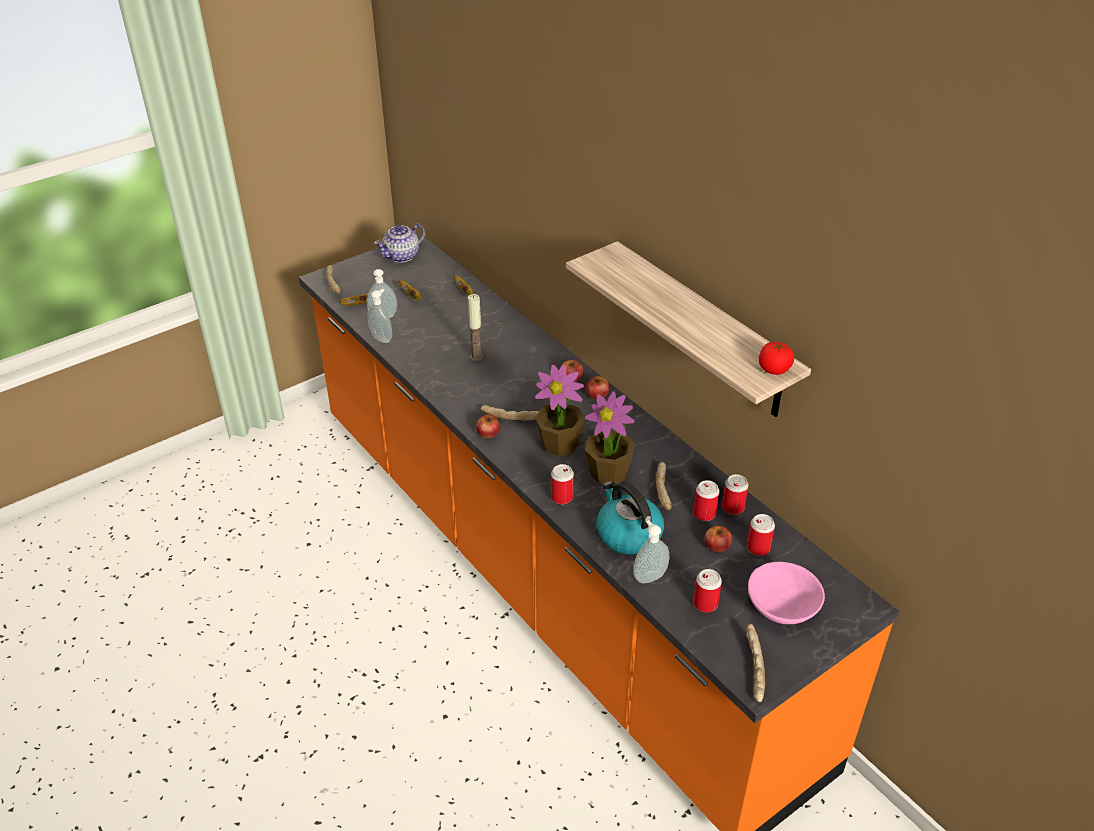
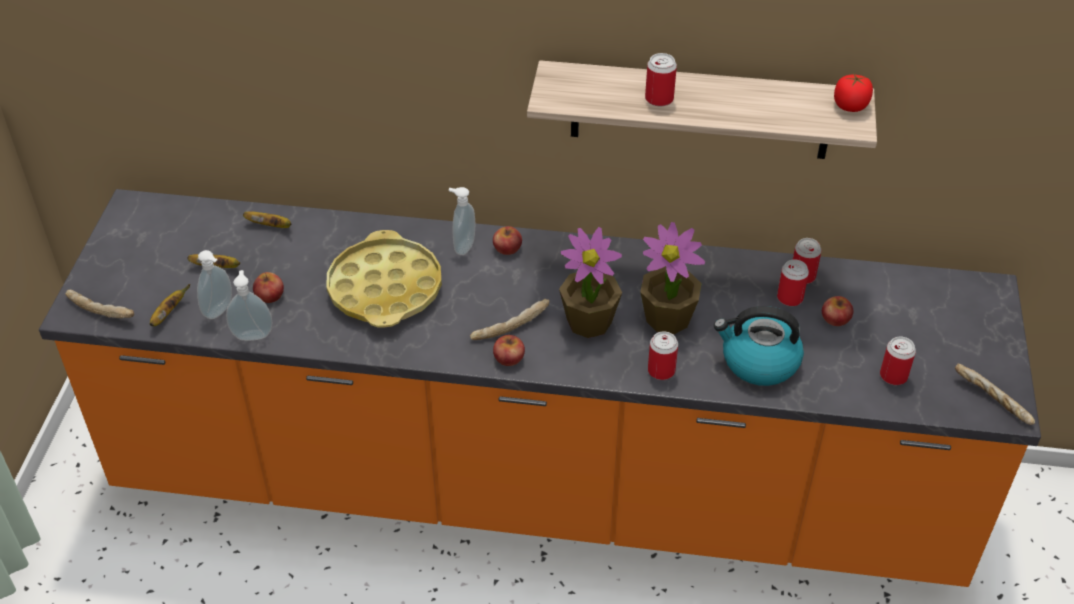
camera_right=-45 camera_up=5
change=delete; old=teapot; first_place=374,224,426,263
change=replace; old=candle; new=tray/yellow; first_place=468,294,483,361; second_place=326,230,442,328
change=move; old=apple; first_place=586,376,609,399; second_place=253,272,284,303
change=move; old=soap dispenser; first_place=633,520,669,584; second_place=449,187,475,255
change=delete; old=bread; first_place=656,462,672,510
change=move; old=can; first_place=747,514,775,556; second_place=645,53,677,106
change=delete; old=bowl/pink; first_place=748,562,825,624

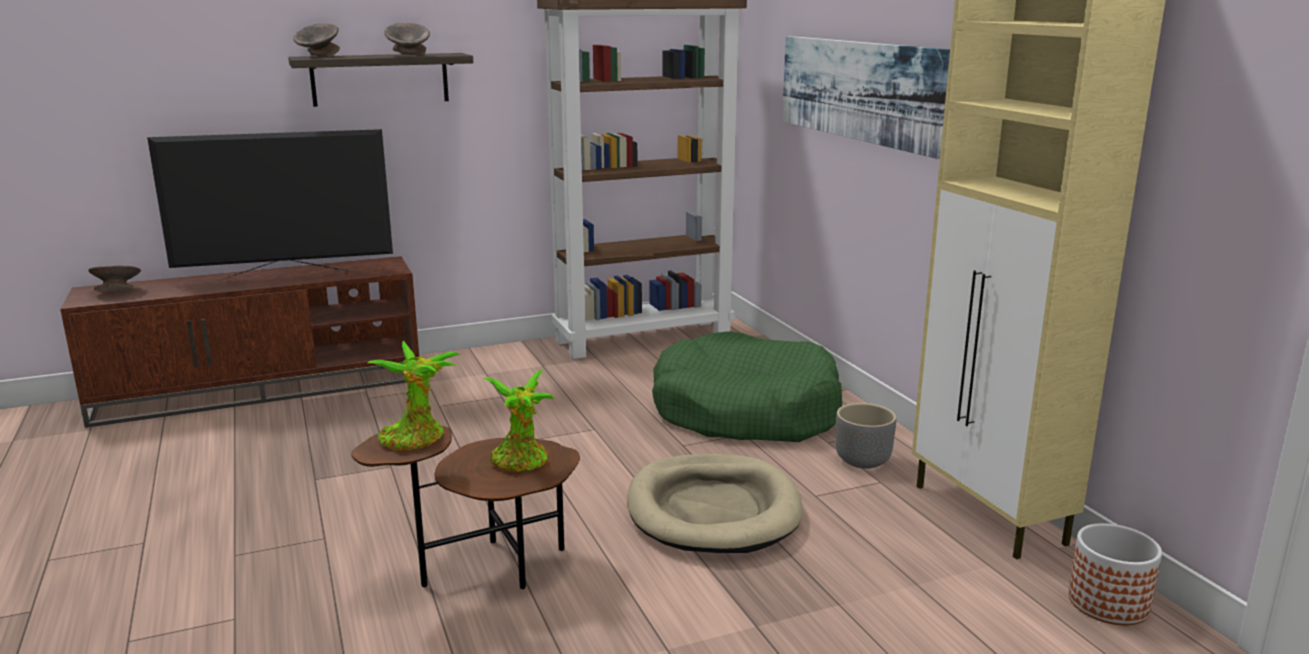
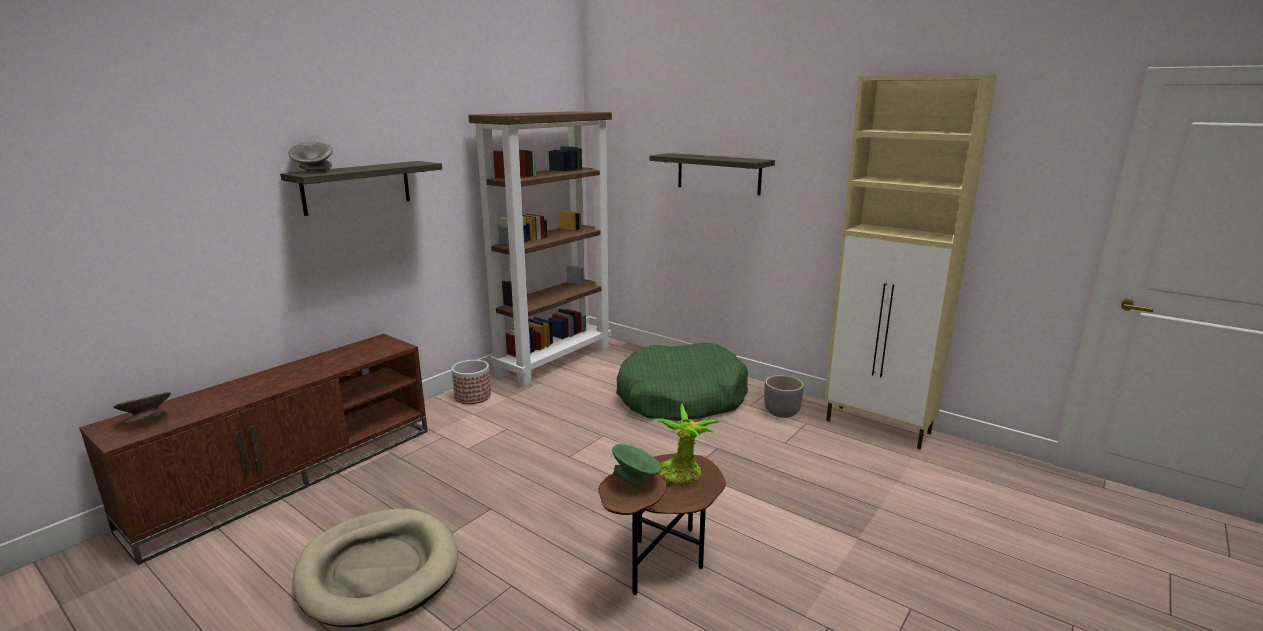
camera_right=-30 camera_up=0
change=delete; old=television; first_place=147,129,393,281
change=replace; old=potted plant; new=bowl/green; first_place=368,341,461,450; second_place=612,444,662,488
change=delete; old=bowl/grey; first_place=384,23,430,55
change=move; old=dog bed/beige; first_place=627,454,803,553; second_place=292,509,458,627
change=replace; old=picture; new=shelf; first_place=782,36,950,159; second_place=650,153,775,195
change=move; old=planter; first_place=1068,523,1162,625; second_place=452,360,491,404

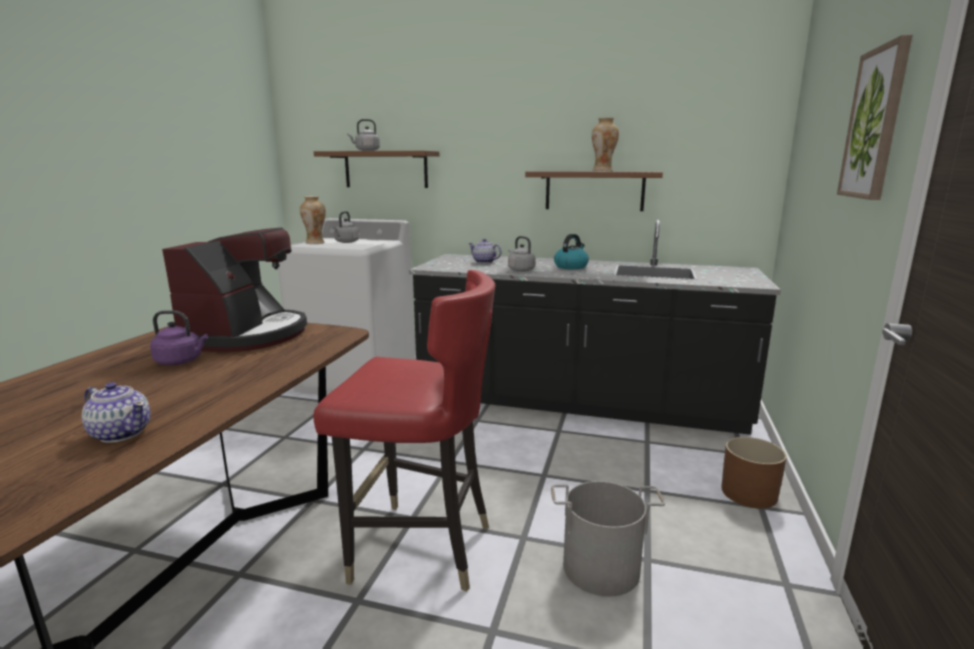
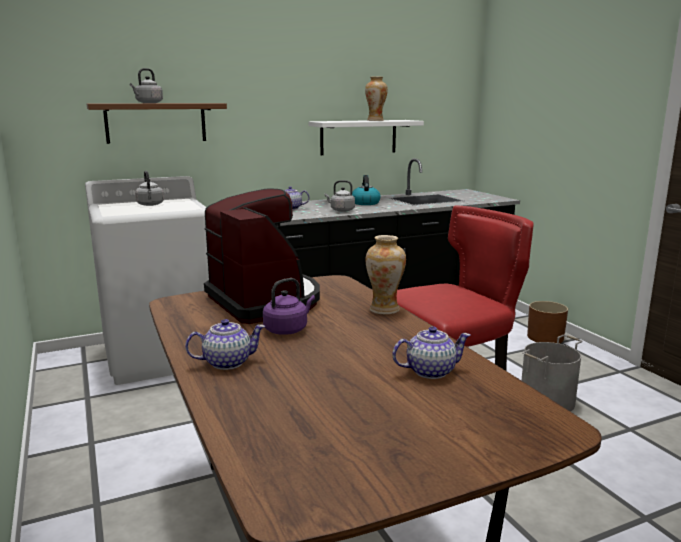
camera_right=-40 camera_up=0
change=move; old=vase; first_place=300,196,326,244; second_place=366,235,406,314
change=recolor; old=shelf/brown; new=shelf/white; first_place=525,171,663,211; second_place=309,120,424,155
change=delete; old=picture; first_place=837,35,912,200
change=insert; new=teapot; second_place=185,319,266,370

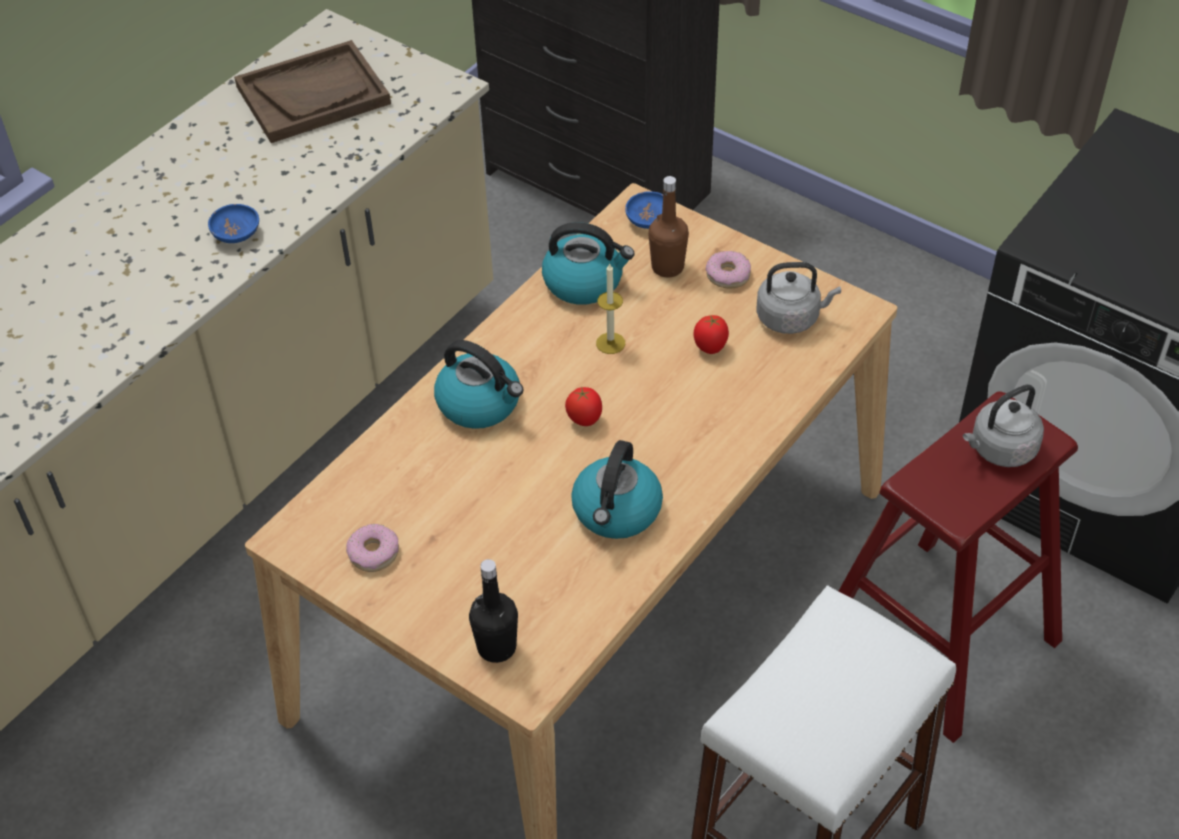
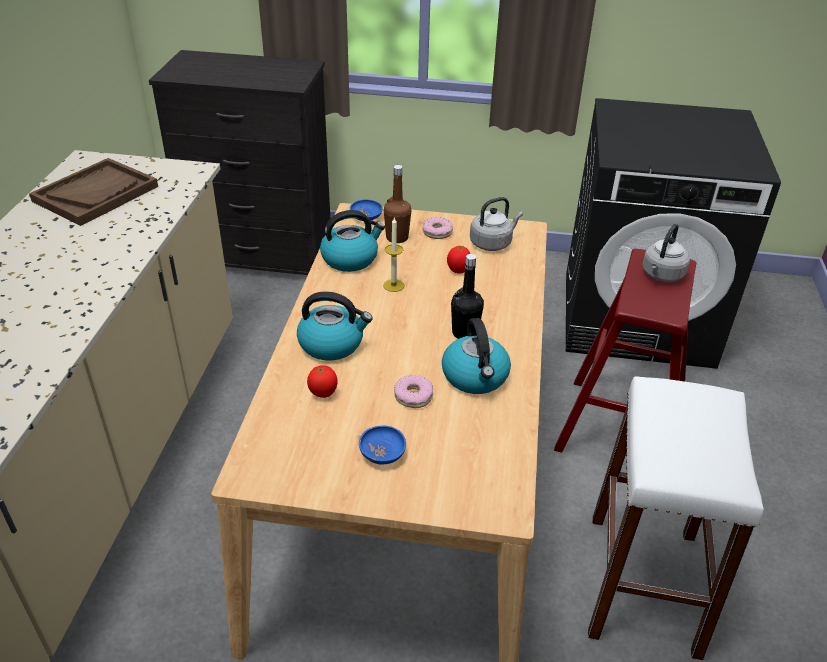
camera_right=-30 camera_up=-10
change=move; old=bowl/blue; first_place=208,204,259,243; second_place=359,426,406,464
change=move; old=donut; first_place=346,524,399,572; second_place=394,375,433,408
change=move; old=bottle/black; first_place=469,559,518,663; second_place=451,254,484,339
change=move; old=tomato; first_place=565,387,602,426; second_place=307,365,337,398

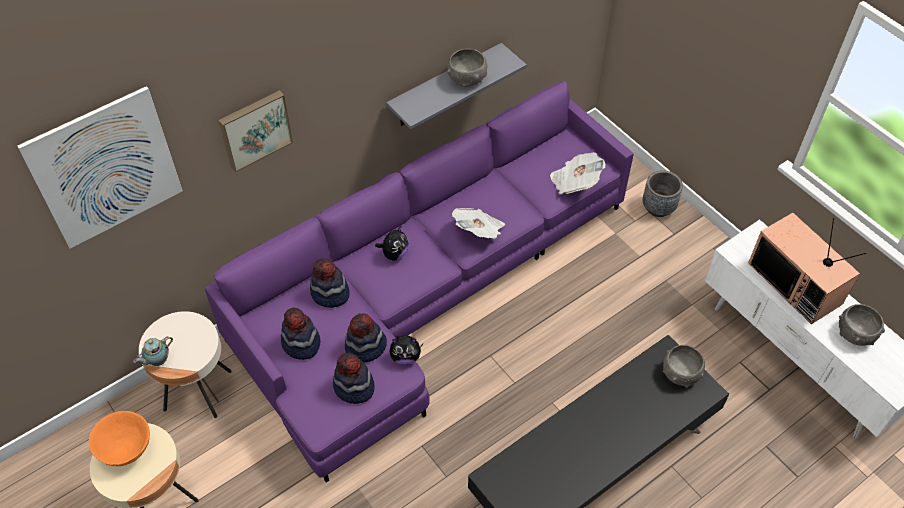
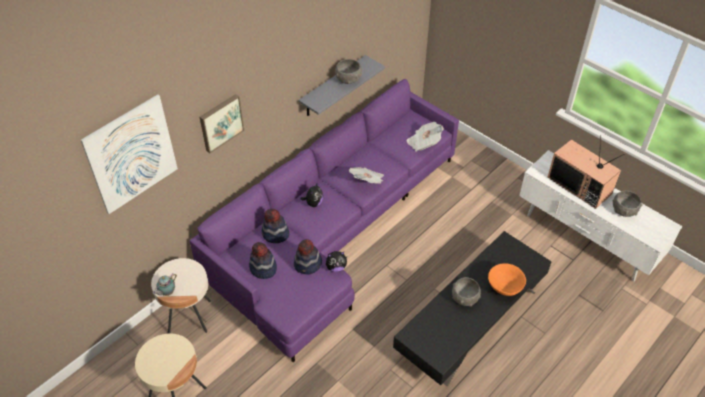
camera_right=-10 camera_up=-5
change=move; old=bowl/orange; first_place=89,411,150,466; second_place=488,263,526,296
change=delete; old=hat; first_place=333,353,375,404
change=delete; old=planter/grey; first_place=642,170,683,217
change=move; old=bowl/grey; first_place=663,345,705,388; second_place=452,277,481,307

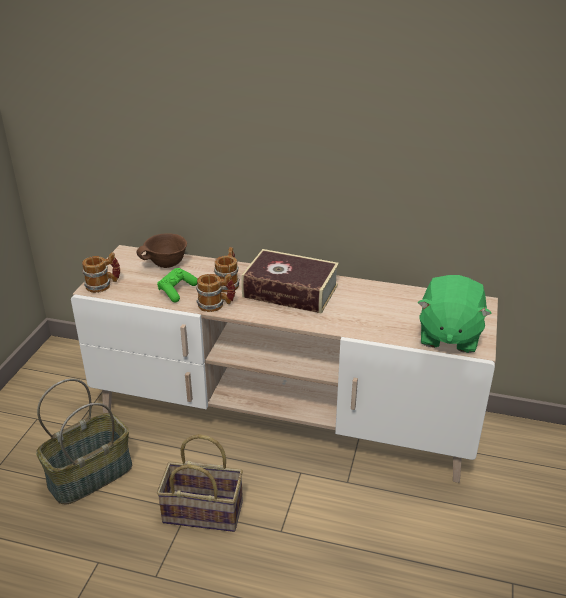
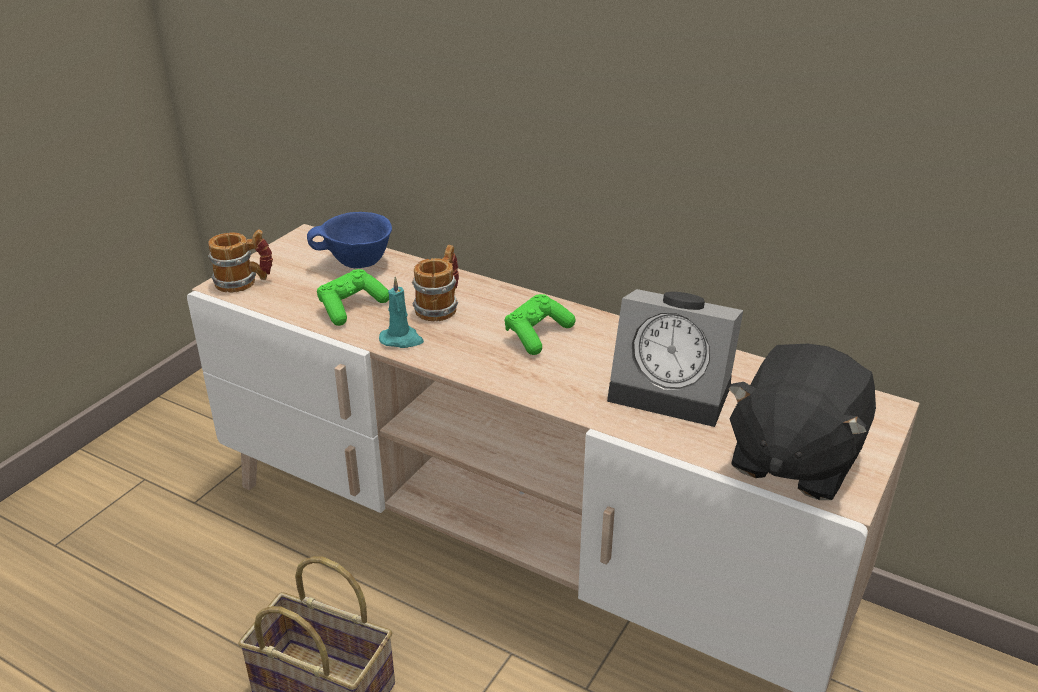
camera_right=15 camera_up=0
change=delete; old=basket; first_place=36,379,132,505
change=recolor; old=bowl/brown; new=bowl/blue; first_place=137,233,187,268; second_place=307,212,392,268
change=replace; old=mug; new=candle/turquoise; first_place=196,274,236,312; second_place=379,276,424,348
change=replace; old=book; new=game controller/green; first_place=241,249,339,314; second_place=504,294,575,355
change=recolor; old=plush toy/green; new=plush toy/black; first_place=418,275,492,353; second_place=727,343,876,500
change=insert; new=alarm clock; second_place=607,289,743,427

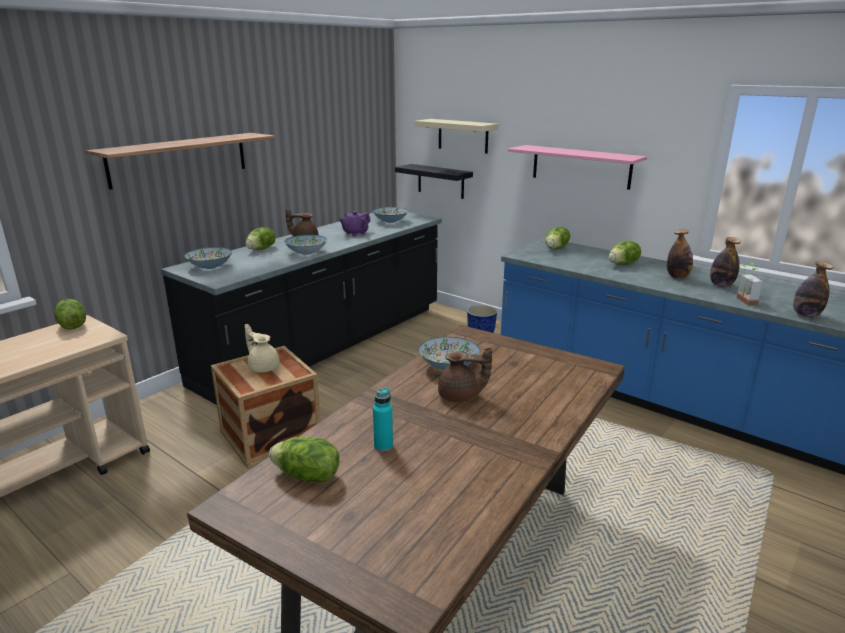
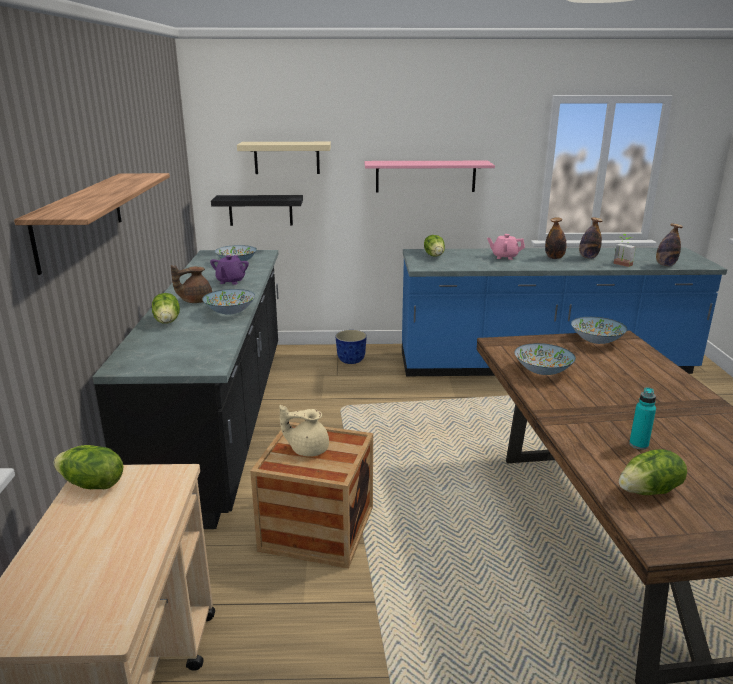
camera_right=-40 camera_up=0
change=move; old=bowl; first_place=185,247,232,269; second_place=571,317,627,344
change=delete; old=teapot/brown; first_place=438,347,492,403
change=replace; old=lettuce; new=teapot/pink; first_place=609,241,641,265; second_place=487,234,525,260

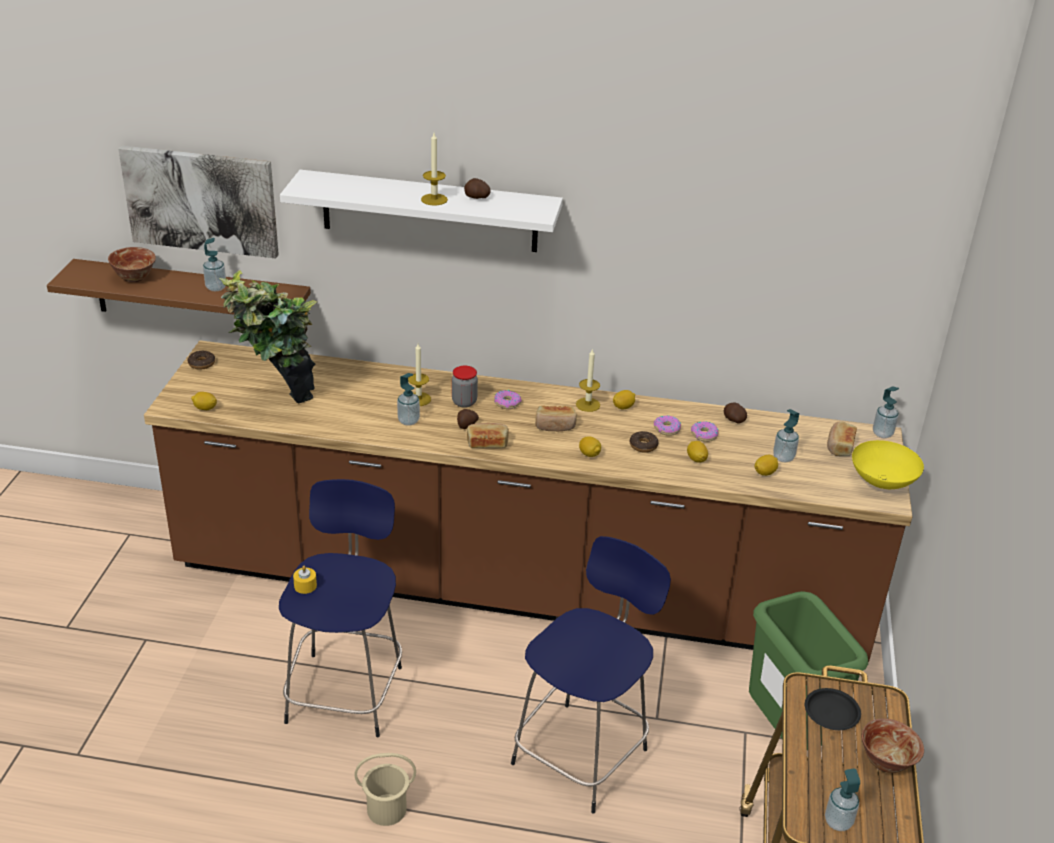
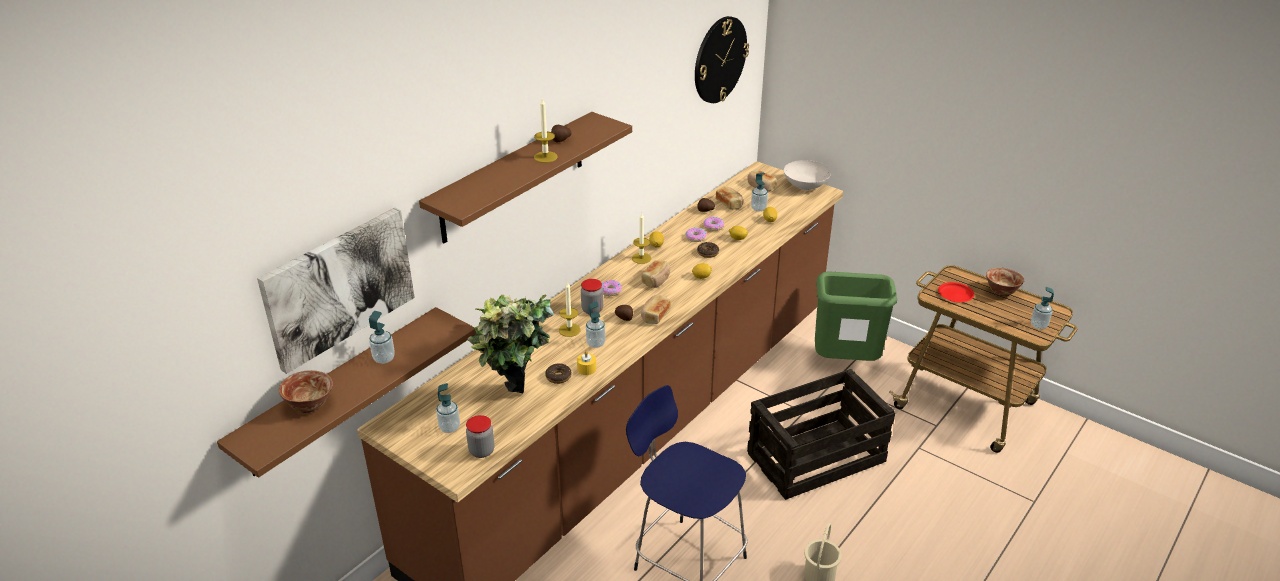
camera_right=-60 camera_up=0
change=move; old=donut; first_place=188,351,215,370; second_place=545,363,572,384
change=replace; old=lemon; new=jar; first_place=191,392,217,410; second_place=466,415,494,458
change=recolor; old=shelf/white; new=shelf/brown; first_place=280,170,563,252; second_place=419,112,632,243
change=move; old=candle/yellow; first_place=293,566,317,594; second_place=577,351,596,375
change=replace; old=stool/blue; new=crate; first_place=511,536,671,813; second_place=747,369,895,500
change=recolor; old=plate/black; new=plate/red; first_place=805,688,861,730; second_place=938,282,974,302
change=recolor; old=bowl/yellow; new=bowl/white; first_place=852,440,924,489; second_place=784,160,831,190
change=move; old=soap dispenser; first_place=873,387,899,438; second_place=436,383,460,433
change=insert; new=wall clock; second_place=695,16,749,103
change=insert; new=bread; second_place=716,186,744,209

